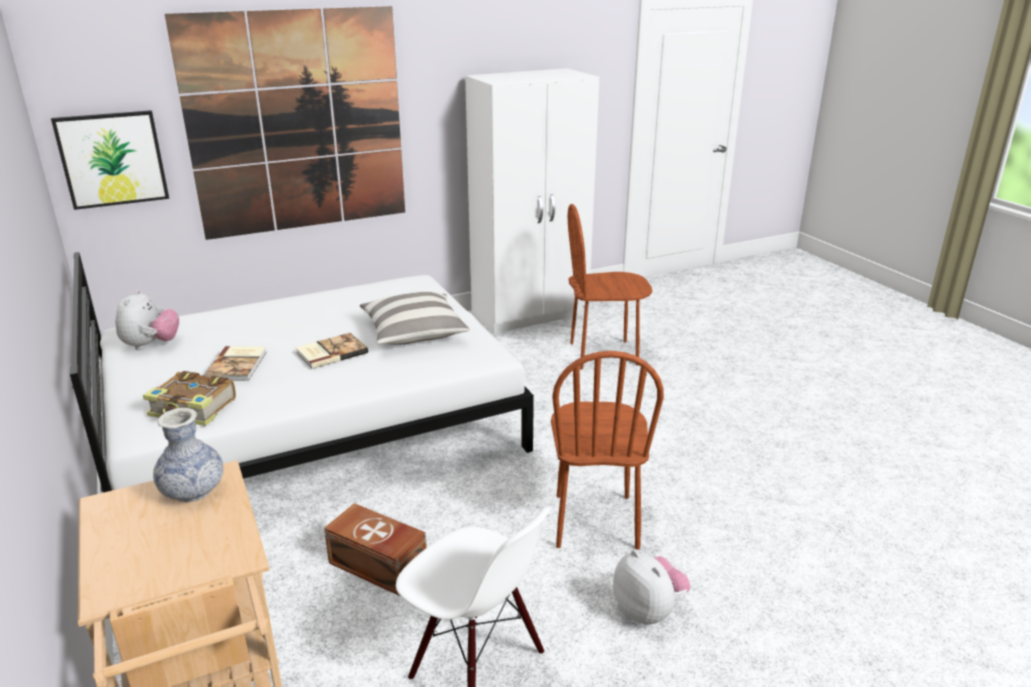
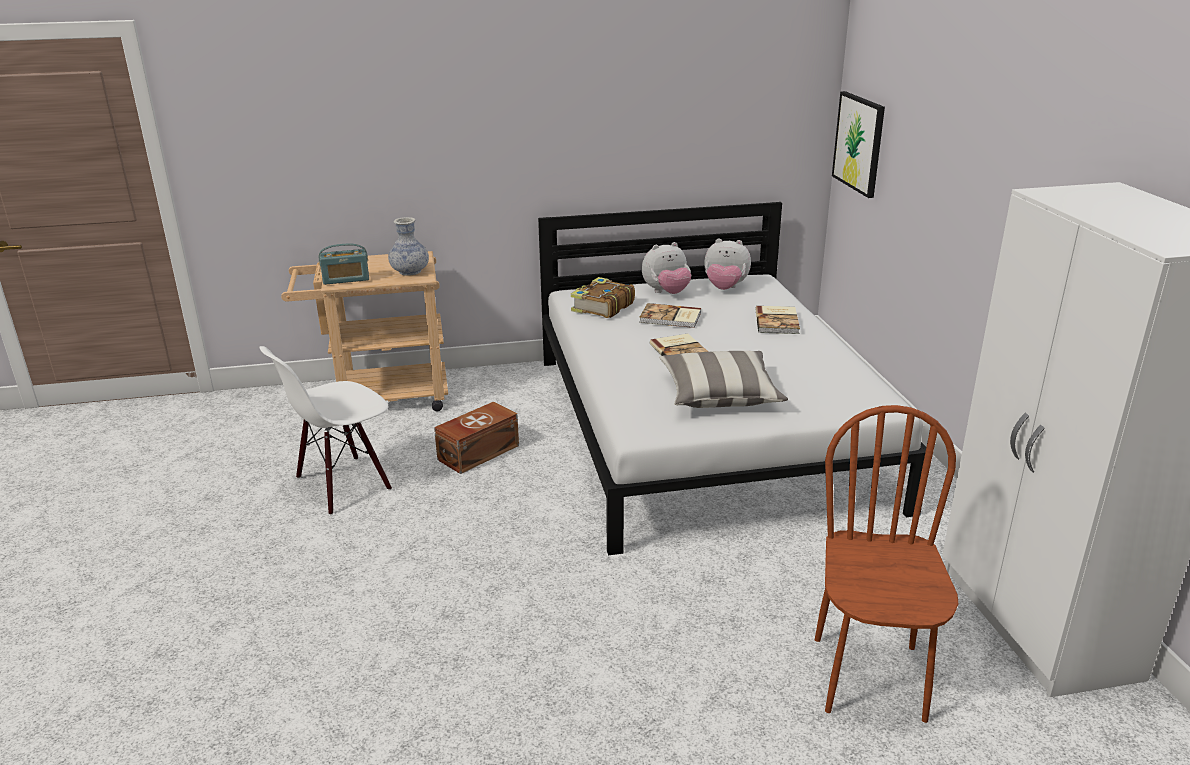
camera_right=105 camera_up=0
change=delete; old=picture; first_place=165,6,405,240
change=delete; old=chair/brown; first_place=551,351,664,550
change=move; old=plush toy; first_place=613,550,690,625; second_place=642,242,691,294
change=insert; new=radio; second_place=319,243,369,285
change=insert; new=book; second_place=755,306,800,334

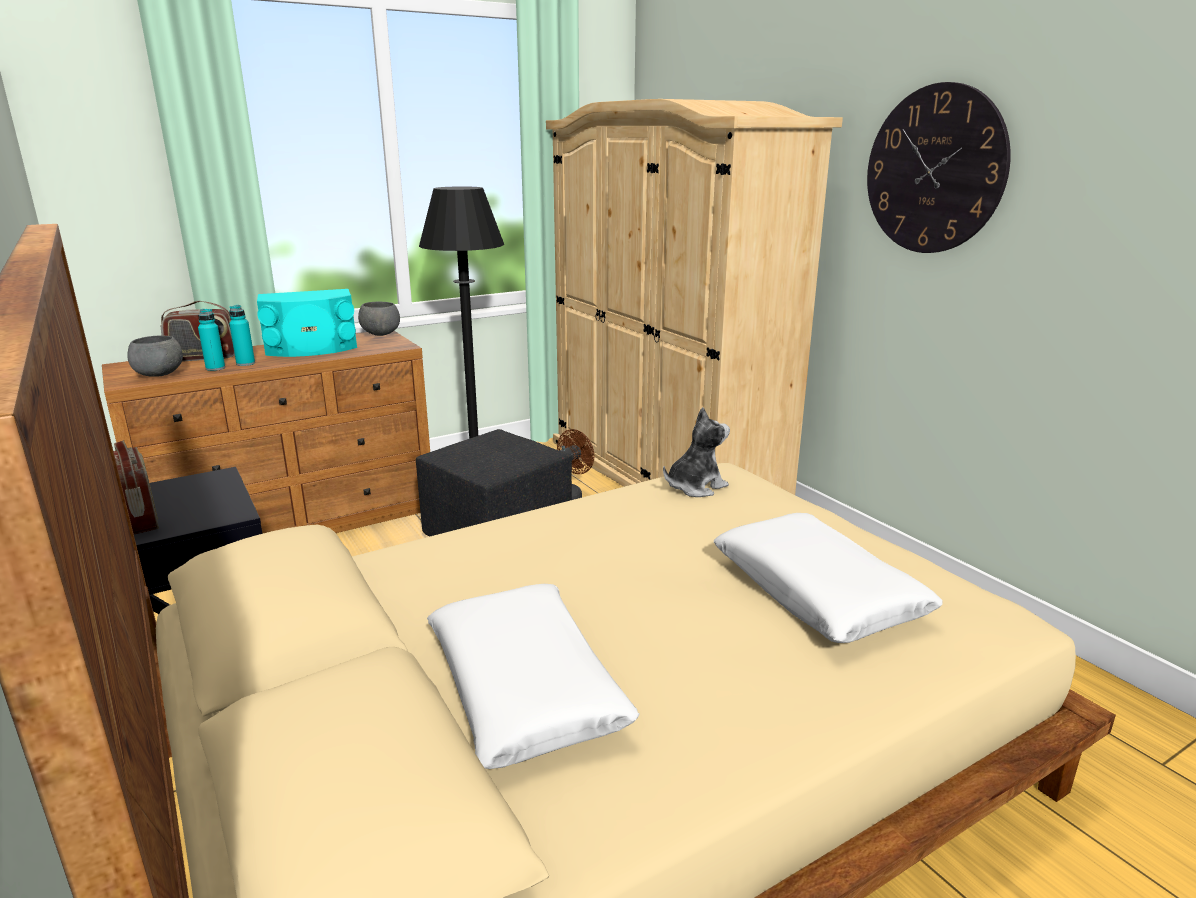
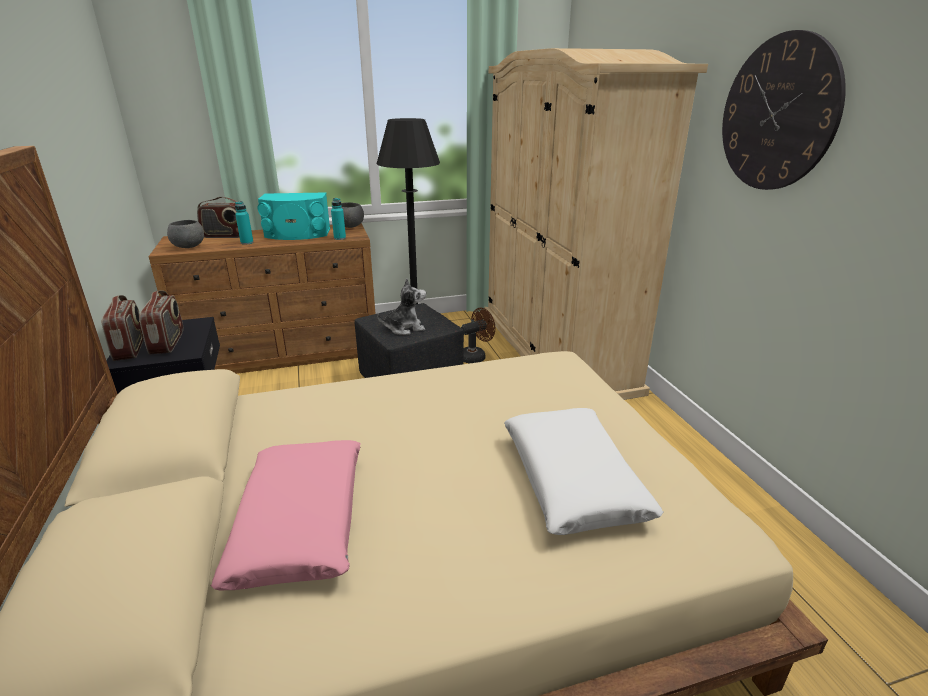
camera_right=15 camera_up=5
change=move; old=bottle/turquoise; first_place=198,309,225,371; second_place=331,198,346,240
change=recolor; old=pillow/white; new=pillow/pink; first_place=427,584,640,769; second_place=211,440,361,590
change=move; old=plush toy; first_place=663,407,730,497; second_place=377,278,426,335
change=insert; new=radio; second_place=139,290,184,354

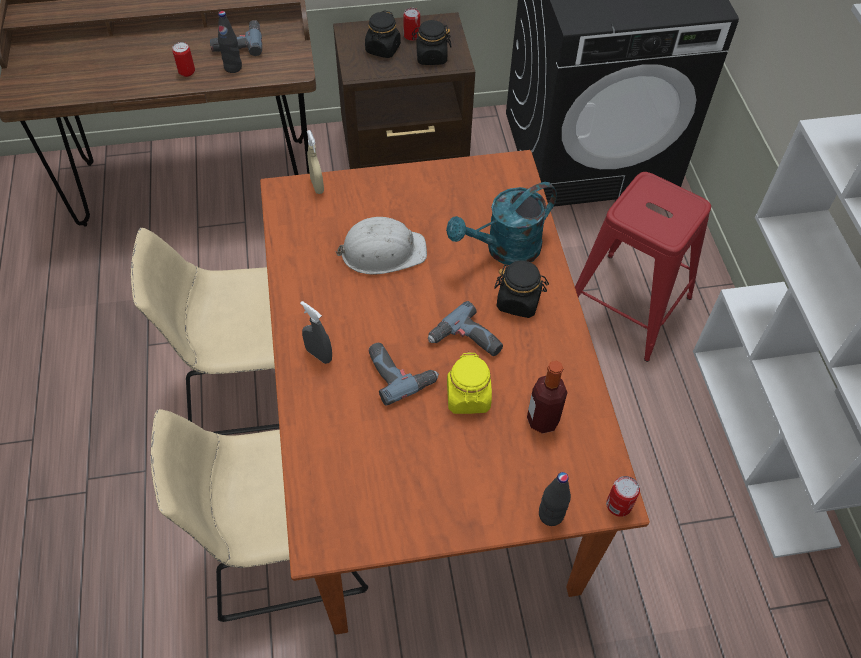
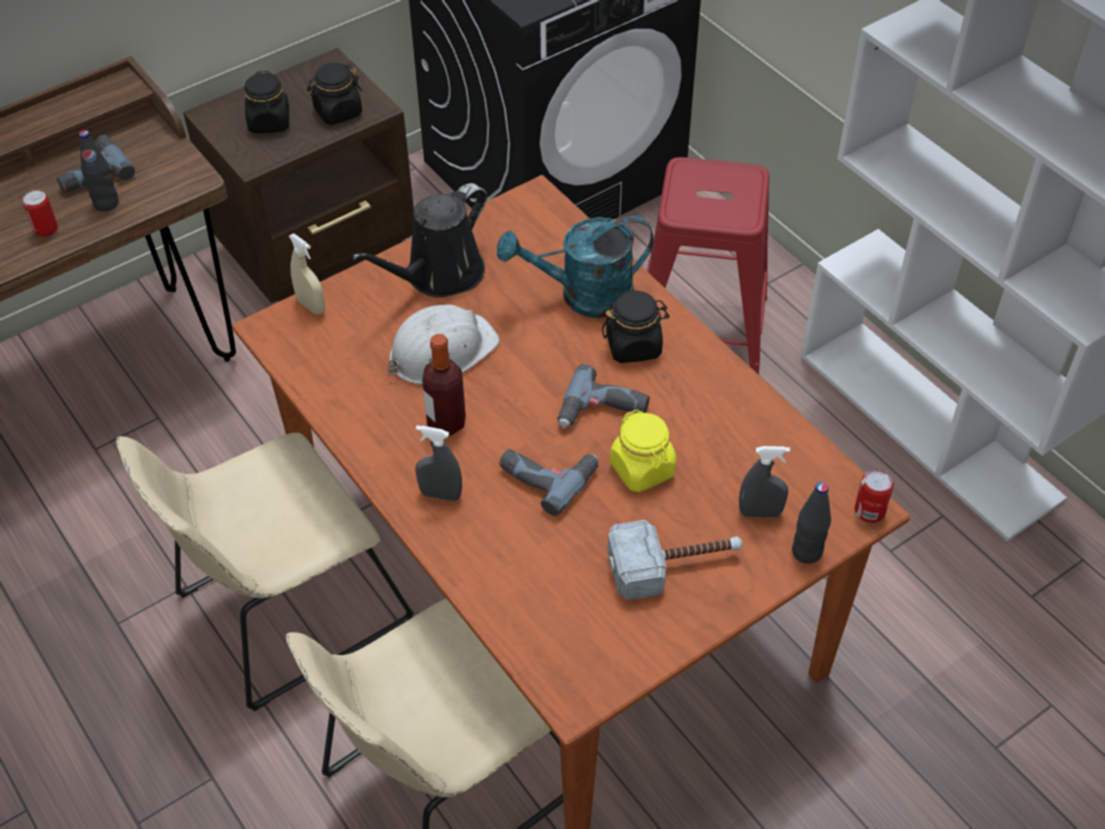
camera_right=-25 camera_up=-5
change=delete; old=can; first_place=403,8,420,41
change=rotate; old=watering can/turquoise; first_place=446,182,557,265; second_place=497,216,654,318; degrees=45
change=move; old=bottle; first_place=527,361,568,434; second_place=422,334,466,436
change=insert; new=watering can/black; second_place=352,183,487,298
change=insert; new=hammer; second_place=608,520,743,600
change=insert; new=spray bottle/grey; second_place=739,446,790,518

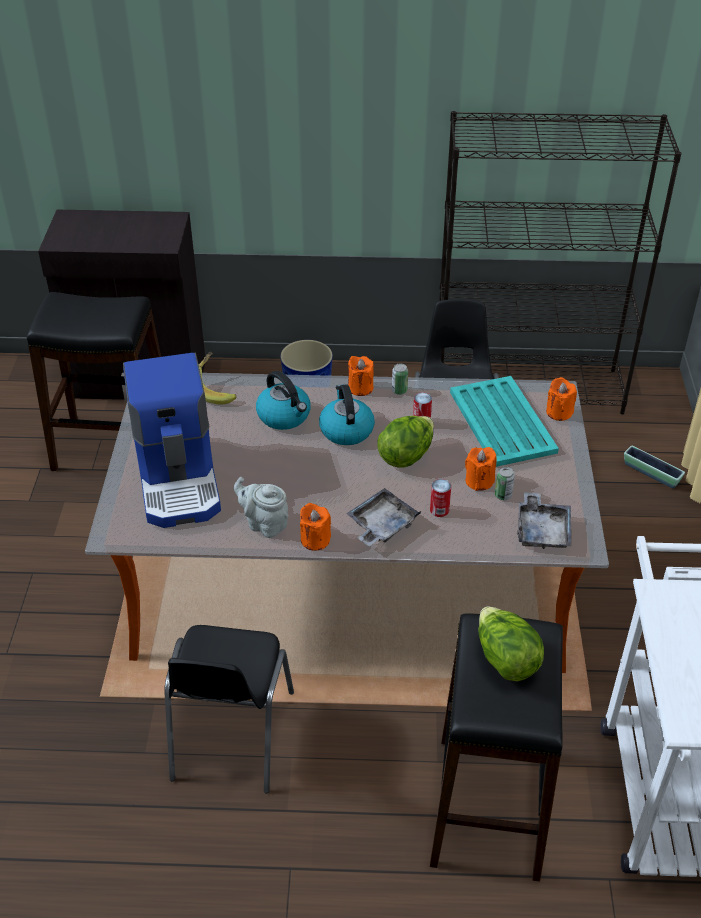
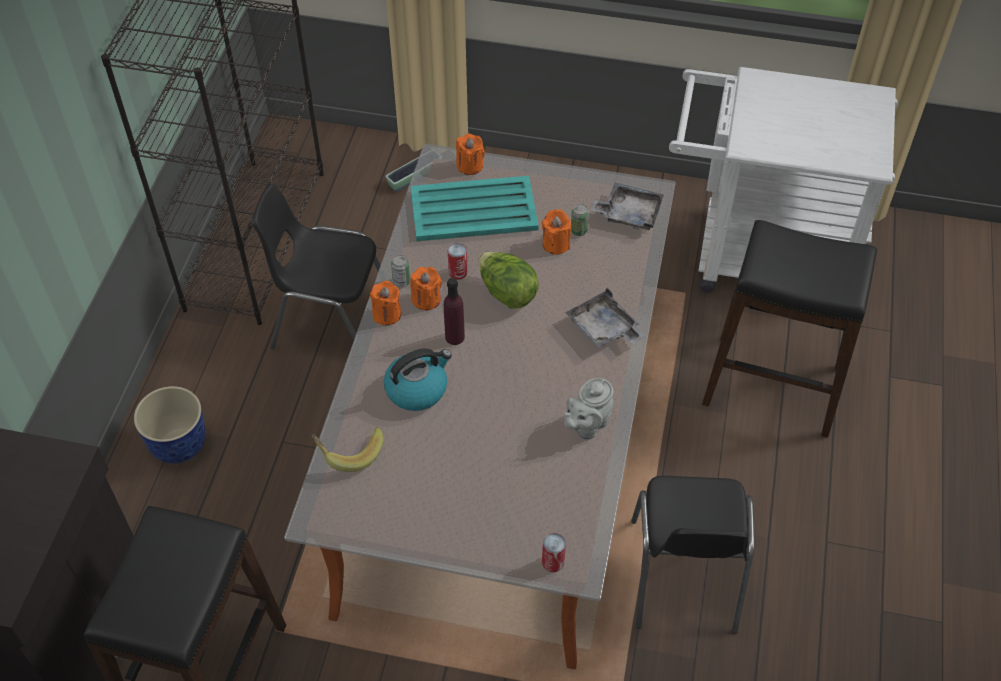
camera_right=-80 camera_up=10
change=delete; old=coffee machine; first_place=123,353,221,528
change=rotate; old=chair/black; first_place=164,625,294,793; second_place=631,476,755,634; degrees=75
change=move; old=candle/orange; first_place=300,503,331,551; second_place=410,267,442,310
change=replace; old=kettle; new=bottle/purple; first_place=319,384,375,445; second_place=444,278,465,345
change=move; old=can; first_place=430,479,451,517; second_place=542,533,566,572
change=delete; old=lettuce; first_place=479,606,544,681

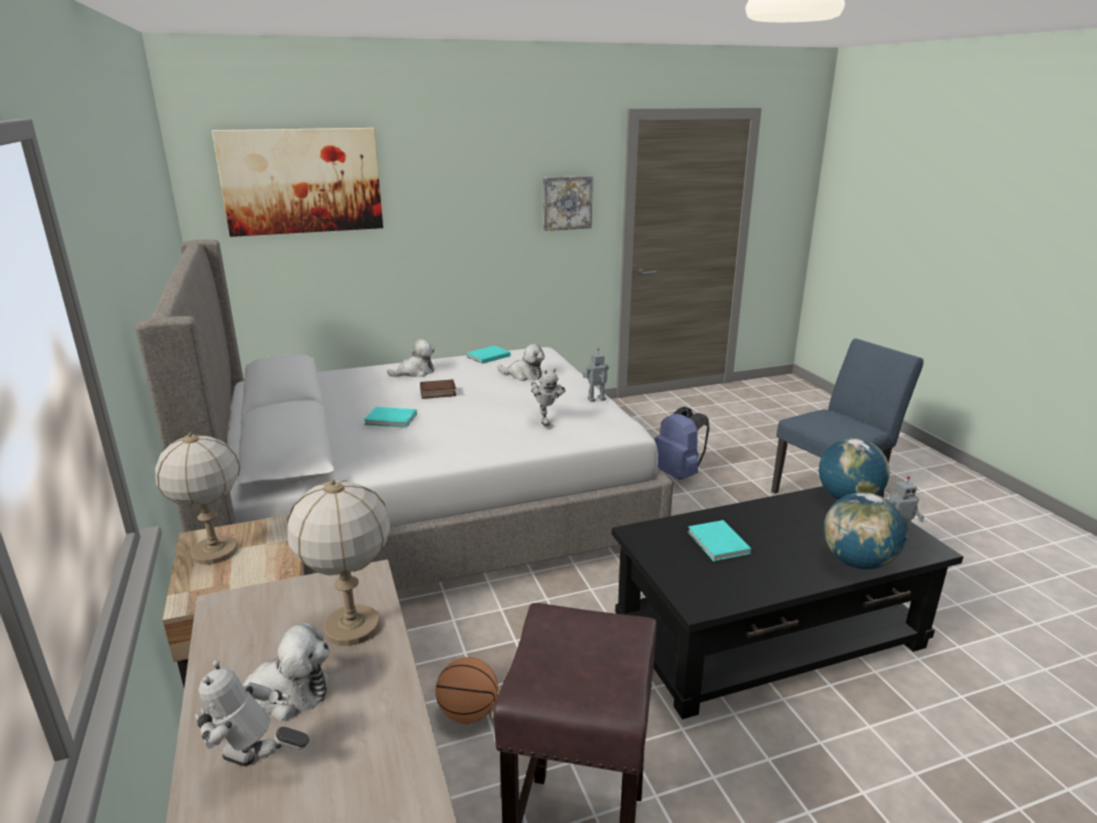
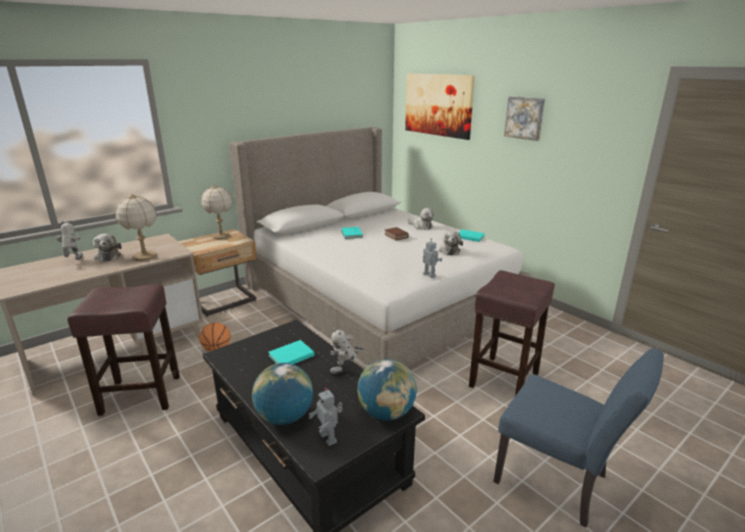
camera_right=70 camera_up=0
change=move; old=toy robot; first_place=531,368,566,426; second_place=330,328,364,374
change=move; old=picture; first_place=543,176,593,231; second_place=504,97,545,141
change=replace; old=backpack/blue; new=stool/brown; first_place=655,407,710,480; second_place=469,270,555,396

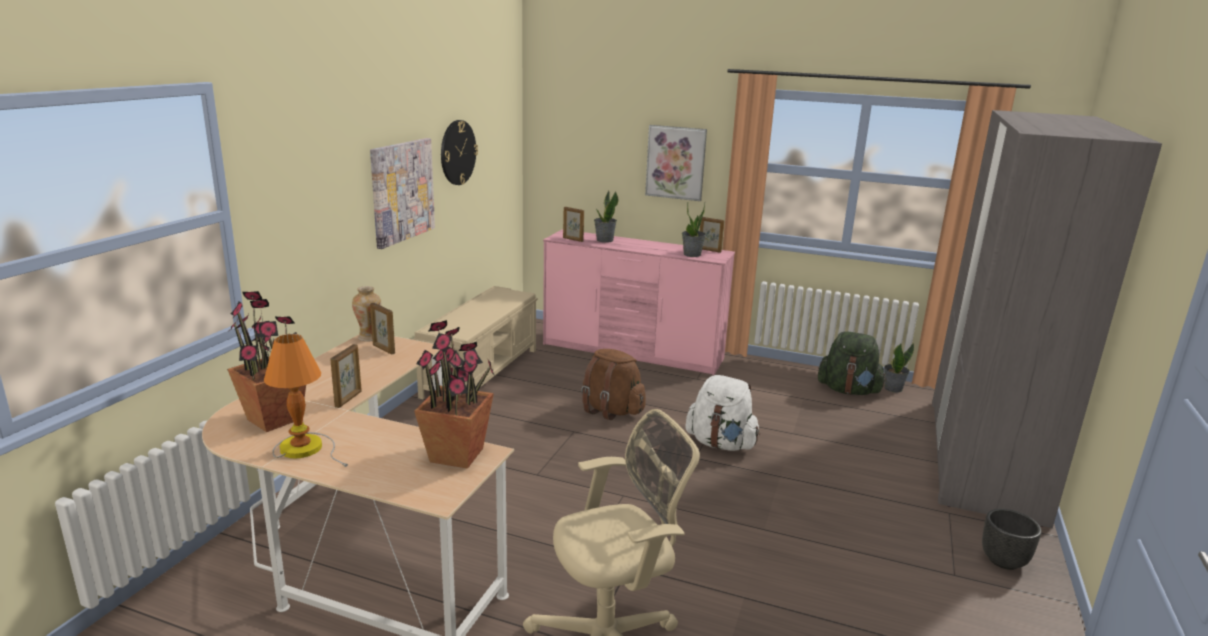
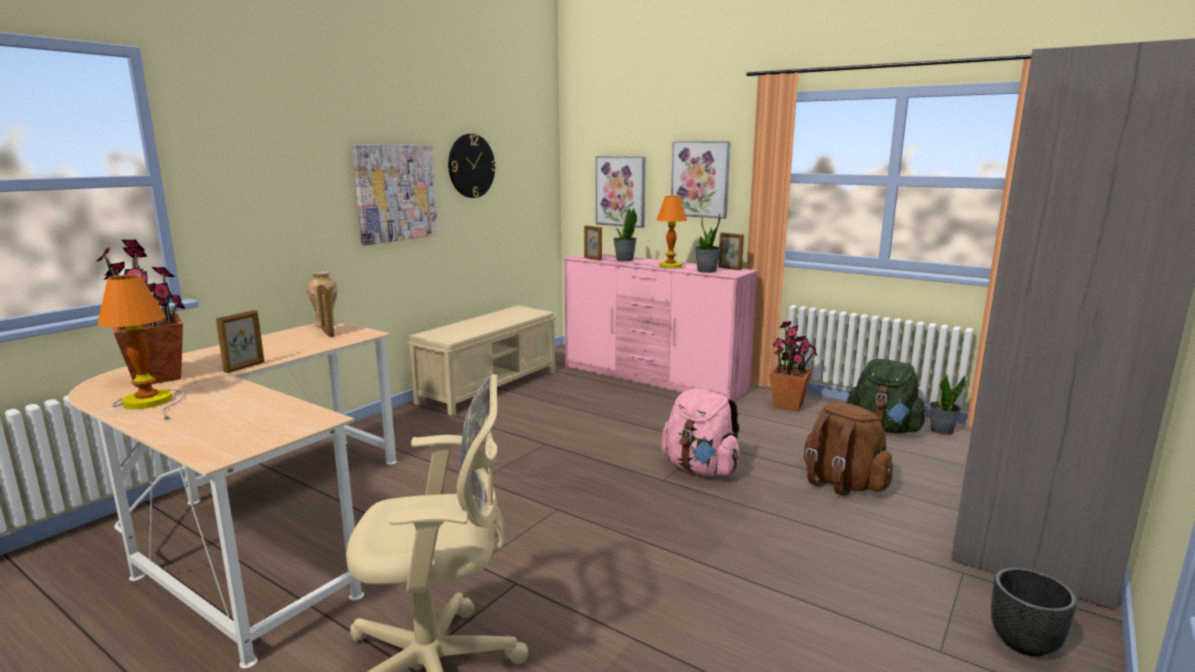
camera_right=15 camera_up=-5
change=move; old=potted plant; first_place=414,320,495,469; second_place=769,321,817,411
change=move; old=backpack/brown; first_place=581,349,646,420; second_place=804,403,893,496
change=recolor; old=backpack/white; new=backpack/pink; first_place=686,375,760,451; second_place=661,389,740,476
change=insert; new=picture; second_place=596,156,646,228
change=insert; new=table lamp; second_place=634,196,687,268

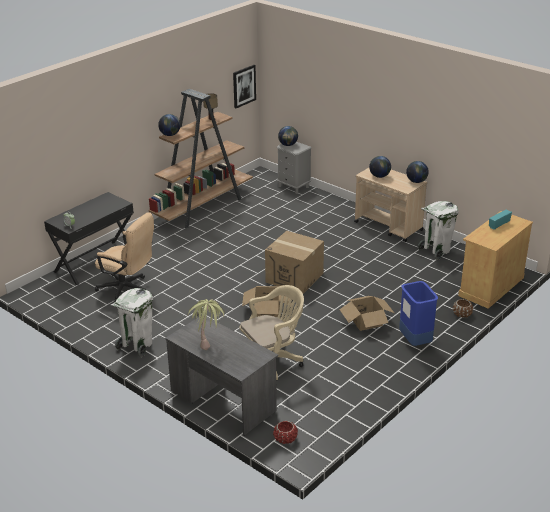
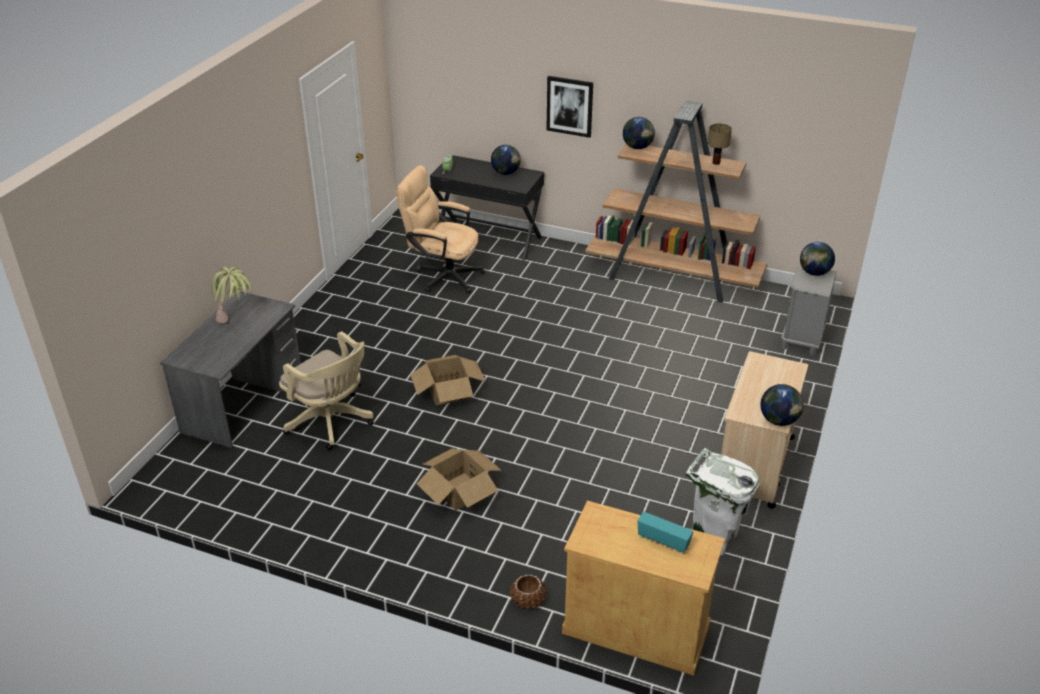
camera_right=70 camera_up=5
change=rotate; old=office chair/beige; first_place=95,213,154,301; second_place=396,165,485,293; degrees=105
change=delete; old=trash can/white; first_place=110,288,153,358
change=move; old=picture; first_place=233,65,256,108; second_place=546,76,593,138
change=delete; old=cardboard box; first_place=265,231,324,294
change=delete; old=planter/red; first_place=273,420,298,444
change=move; old=globe; first_place=369,156,391,178; second_place=491,145,521,175
change=delete; old=trash can/blue; first_place=399,281,438,346

